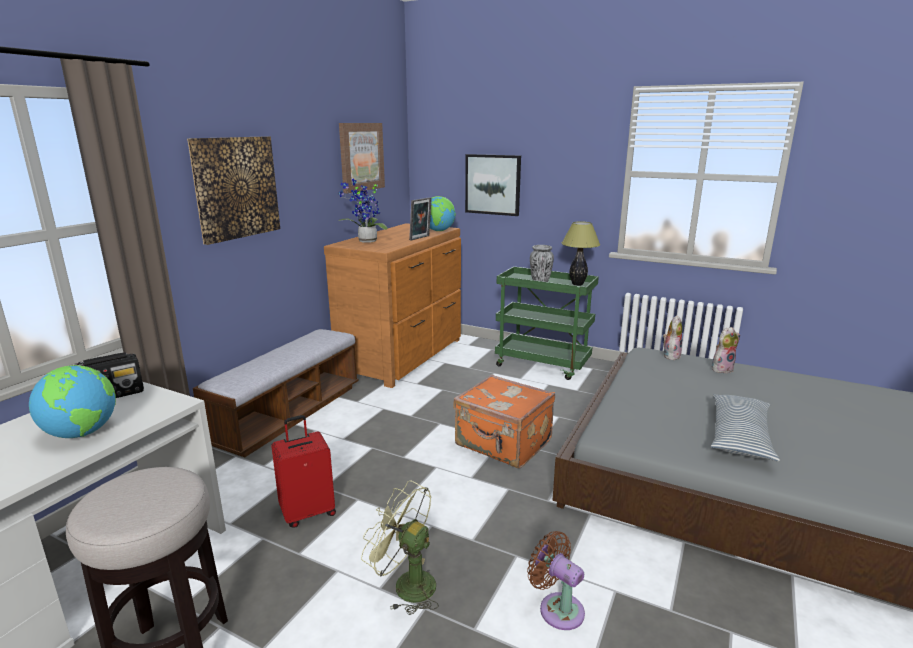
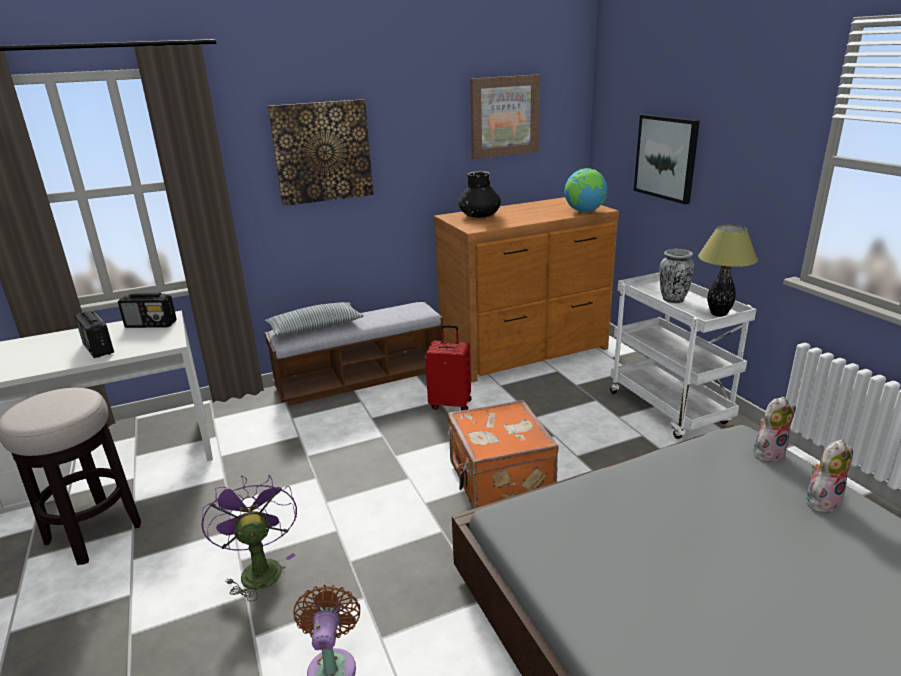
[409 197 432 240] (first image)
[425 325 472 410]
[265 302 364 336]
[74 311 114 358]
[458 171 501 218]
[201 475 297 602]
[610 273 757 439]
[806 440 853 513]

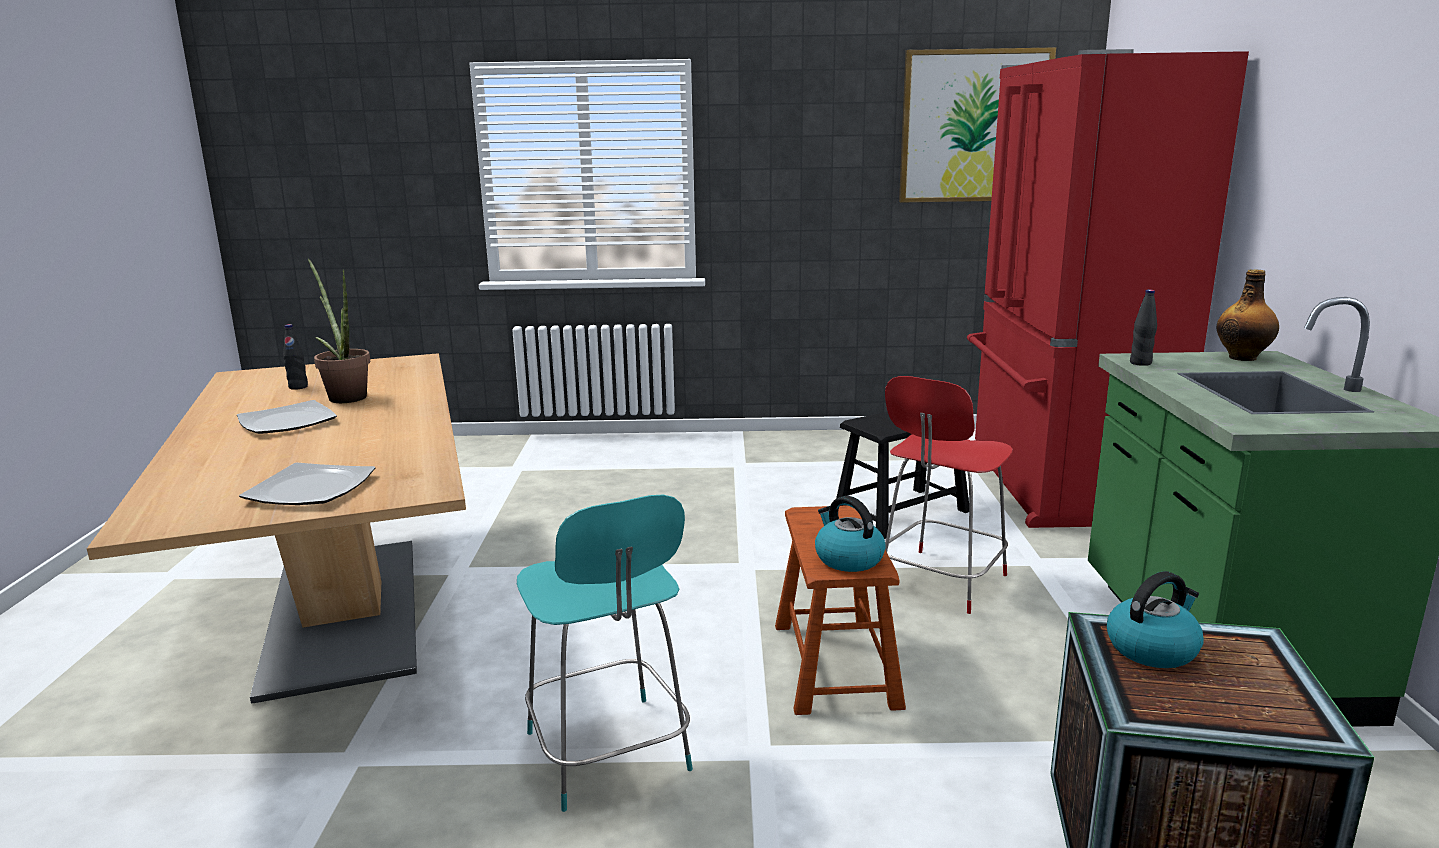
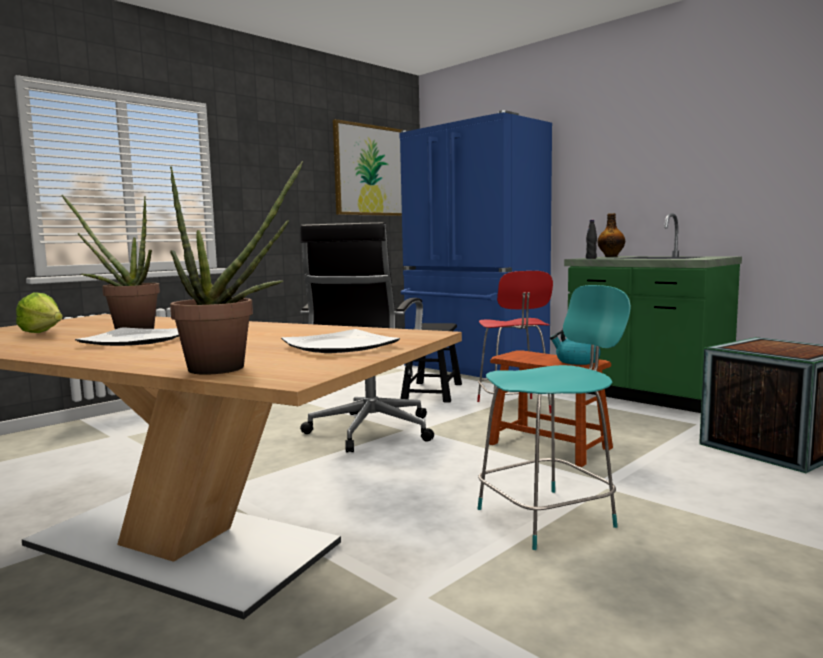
[1107 571 1204 668] (first image)
[170 161 303 375]
[300 222 434 453]
[16 292 63 333]
[399 110 552 378]
[478 285 631 550]

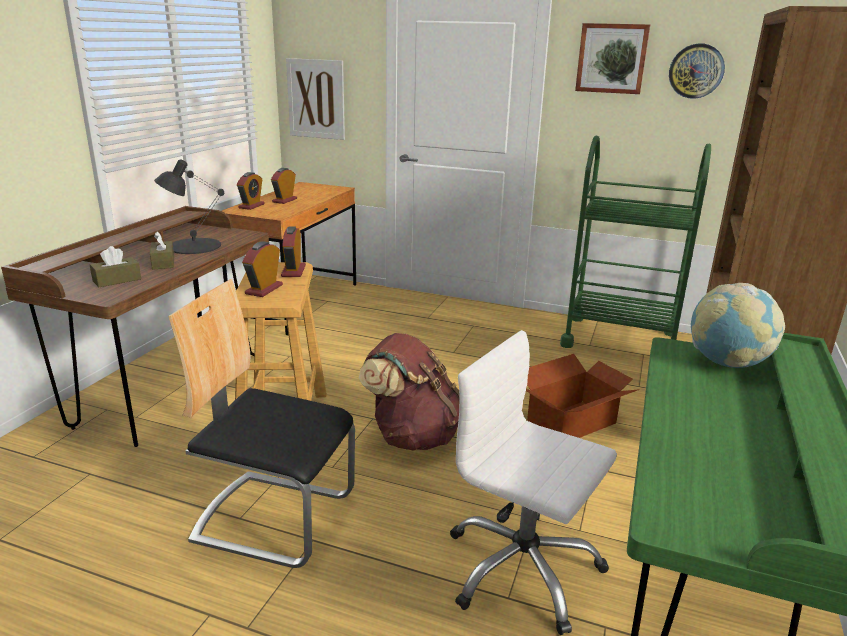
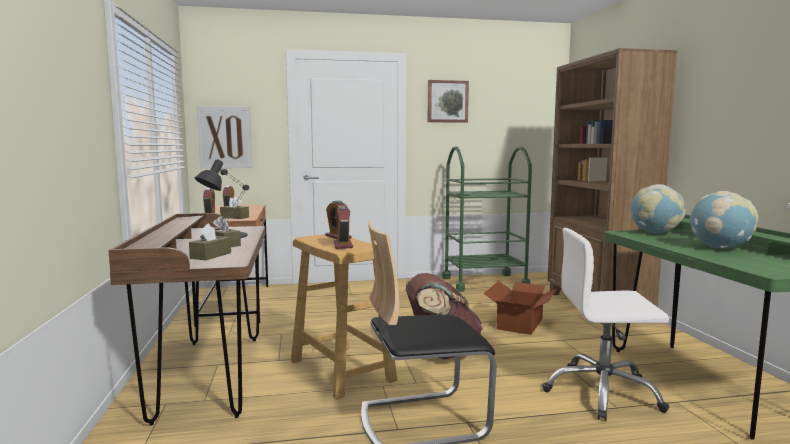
[669 43 725 99] (first image)
[220 196 249 219]
[690 191 759 249]

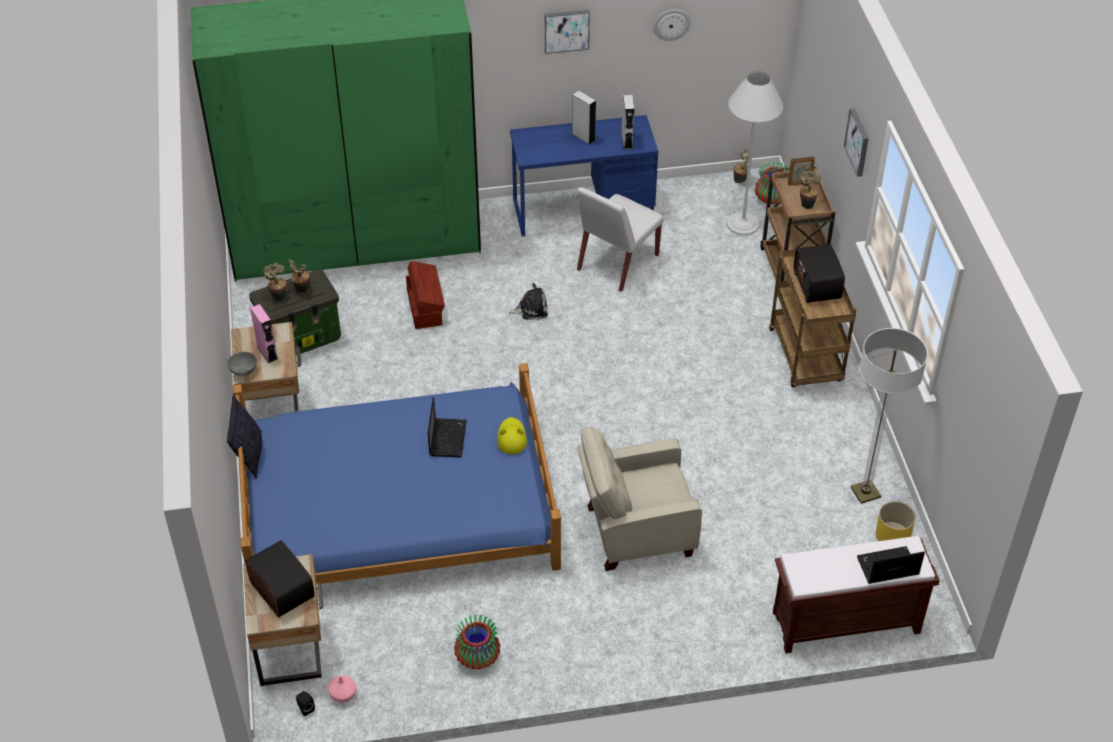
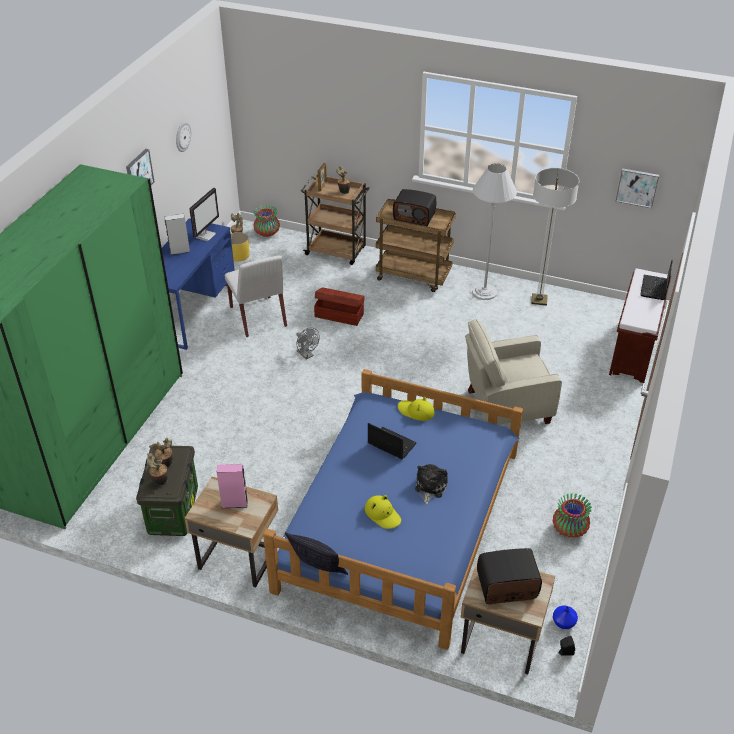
[227 352 257 376] (first image)
[296 328 320 360]
[365 495 401 529]
[314 287 365 326]
[415 464 448 505]
[472 163 517 300]
[616 168 659 208]
[231 232 249 261]
[189 188 219 241]
[553 605 578 629]
[465 319 562 425]

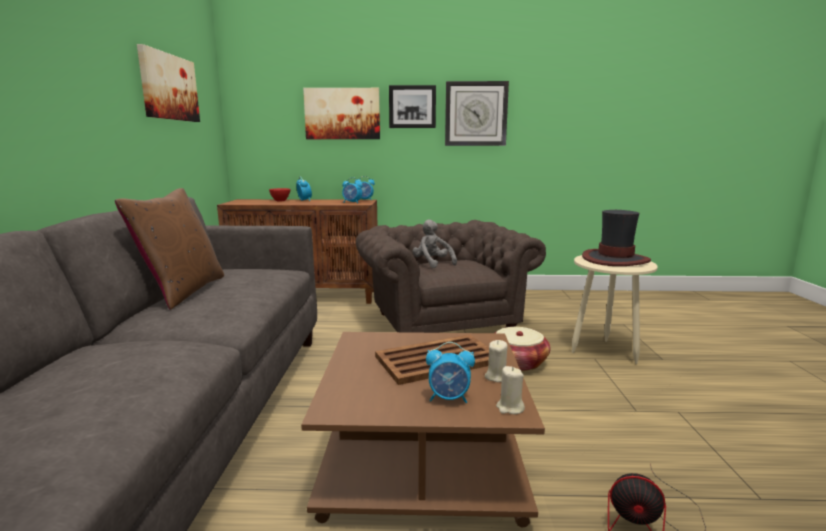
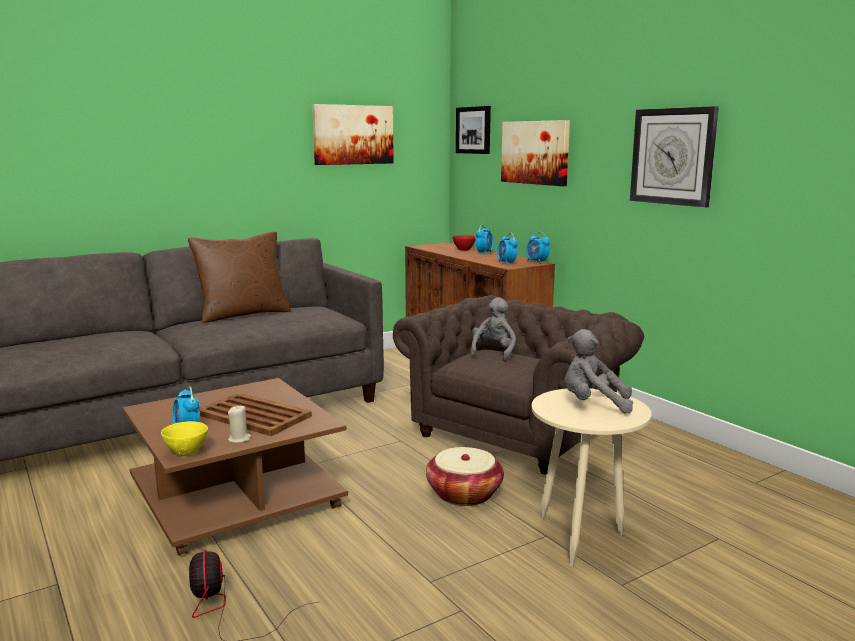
[456 106 491 154]
[161 421 208 456]
[565 329 633 414]

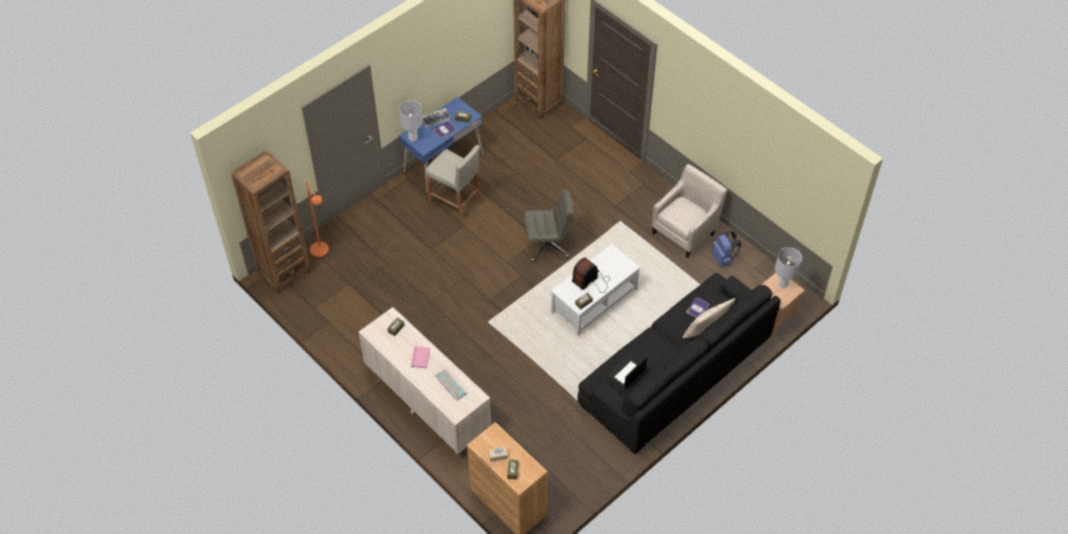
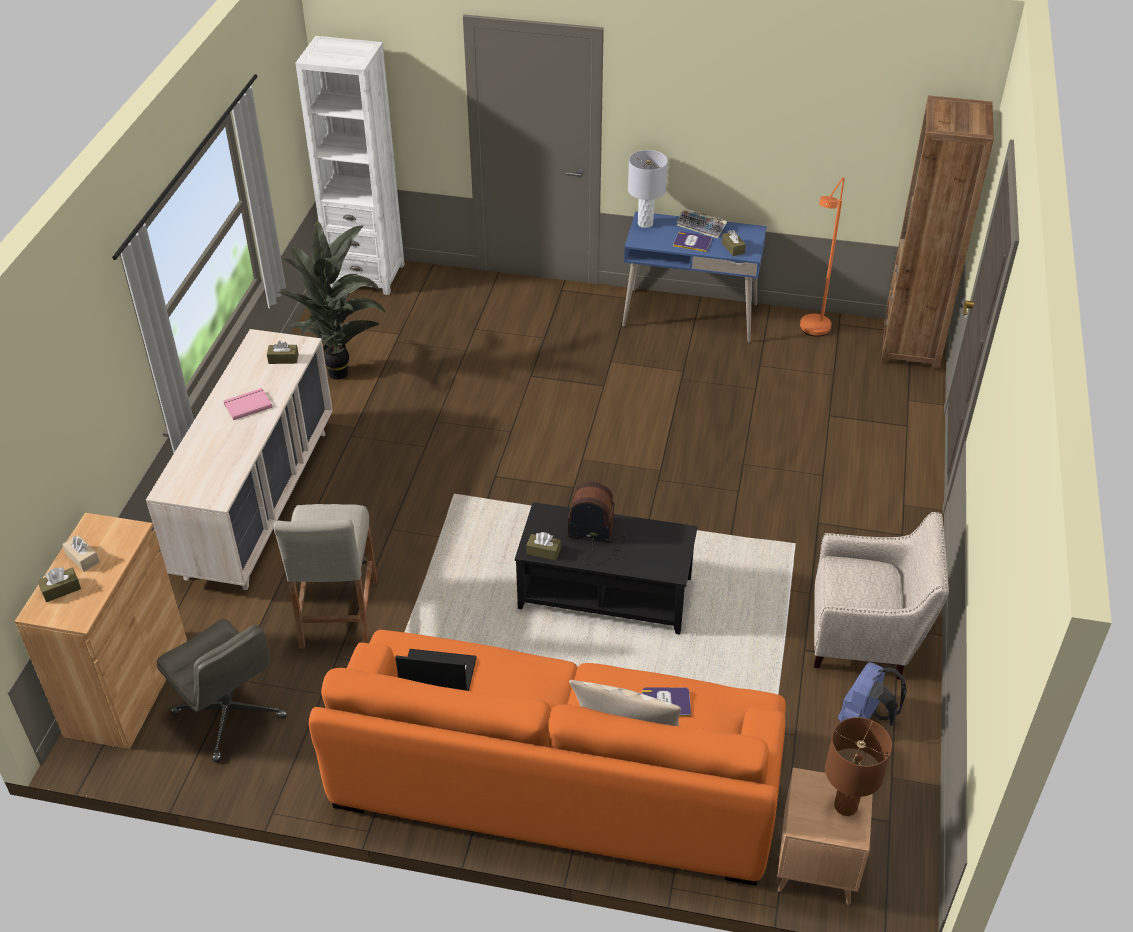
[435 368 467 401] (first image)
[278 220 387 380]
[800 177 845 337]
[274 504 377 649]
[157 619 287 762]
[295 36 405 295]
[515 502 698 635]
[309 630 786 886]
[825 717 892 816]

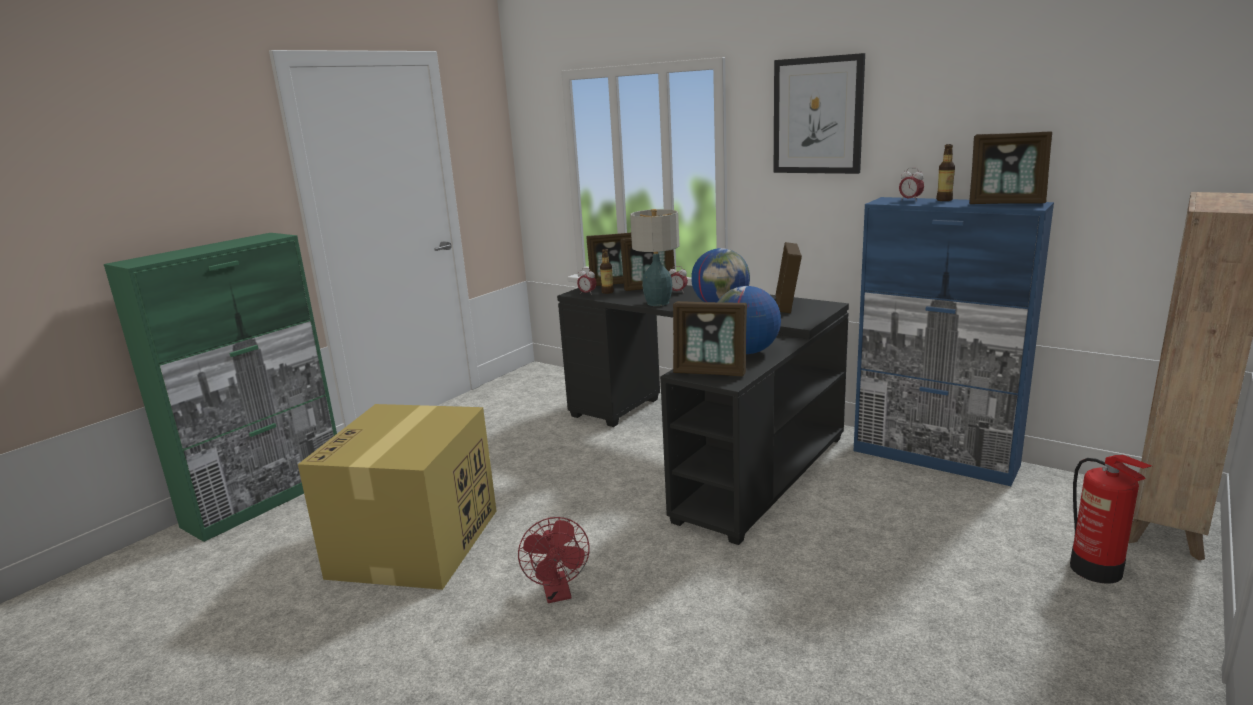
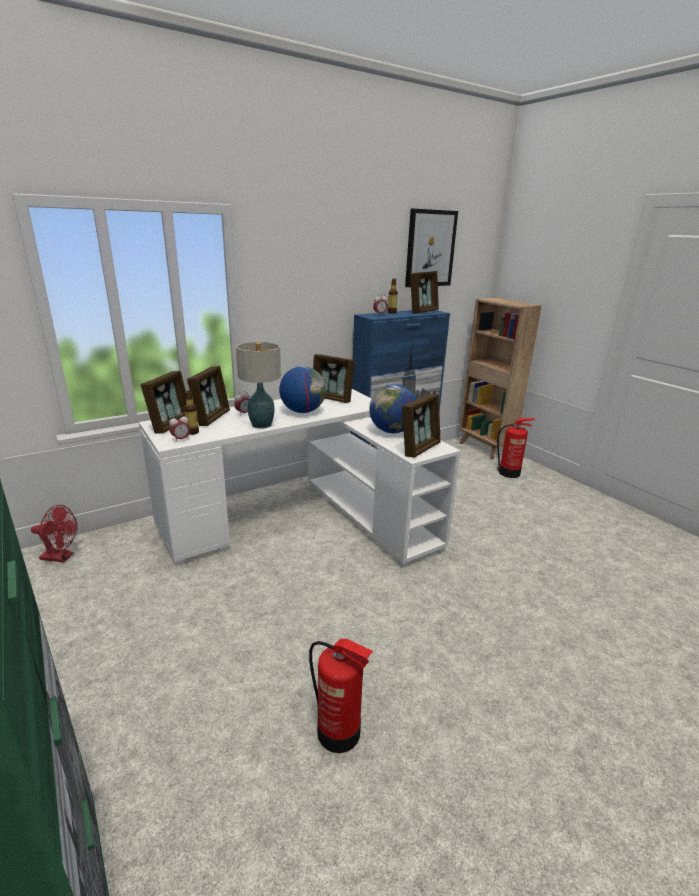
[31 505 77 563]
[405 209 458 287]
[309 639 373 753]
[139 389 461 568]

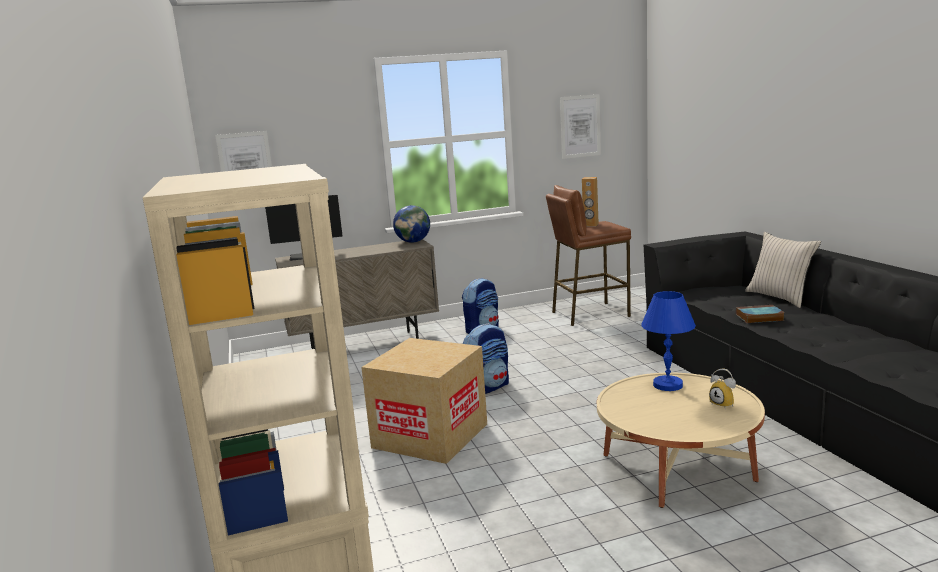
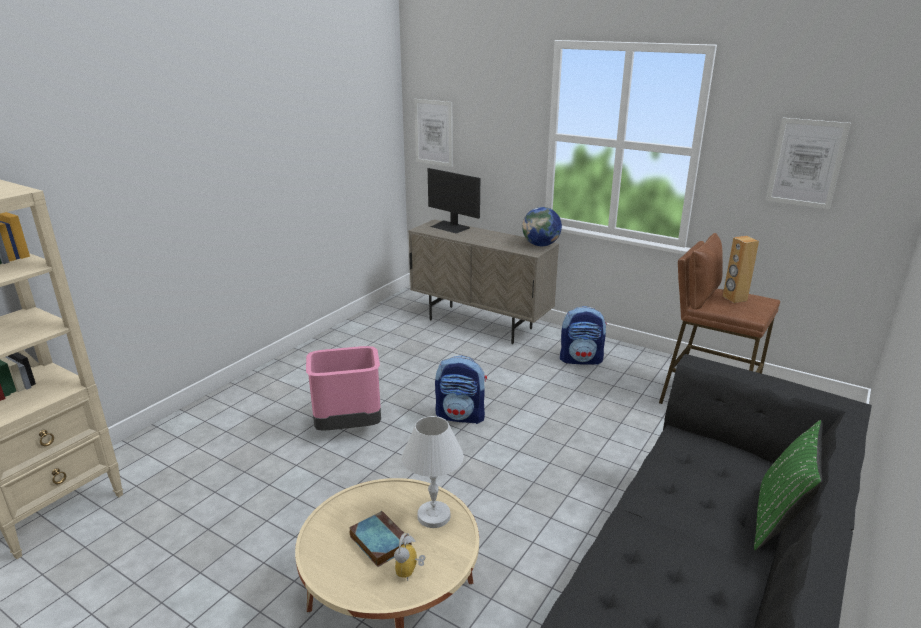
[349 511 411 567]
[306 346 381 431]
[402 416 464 528]
[754 420 823 551]

